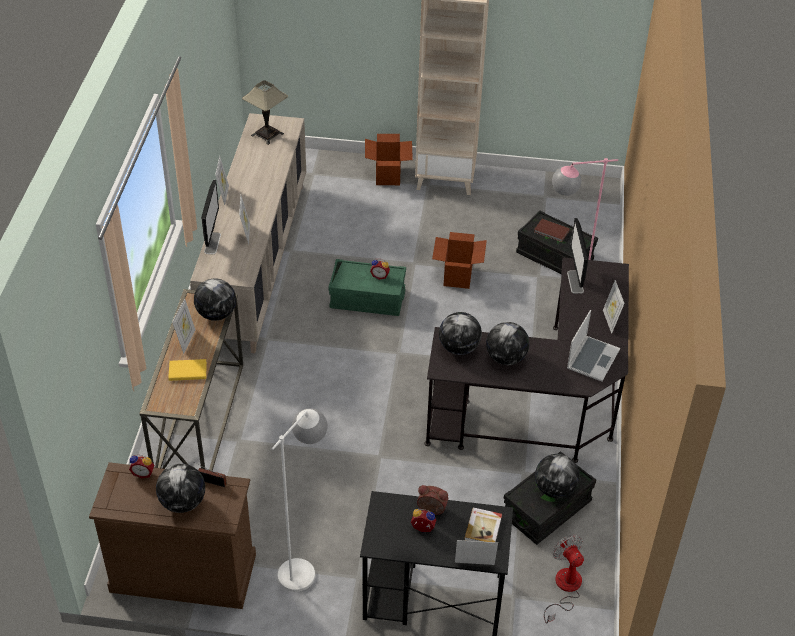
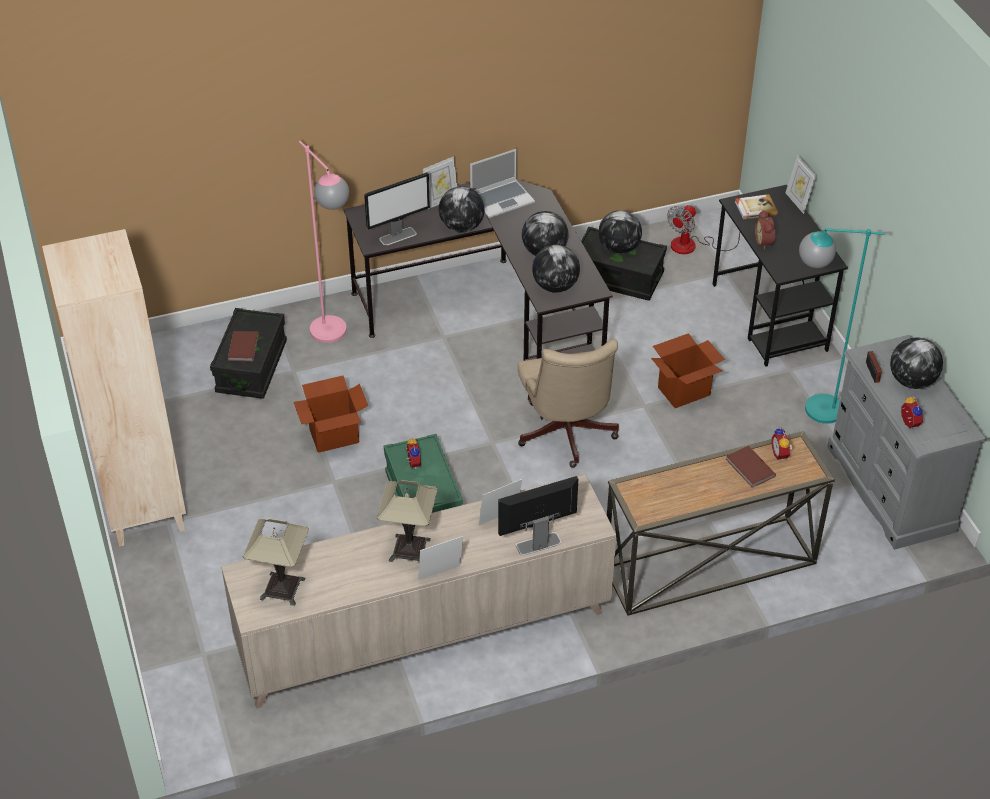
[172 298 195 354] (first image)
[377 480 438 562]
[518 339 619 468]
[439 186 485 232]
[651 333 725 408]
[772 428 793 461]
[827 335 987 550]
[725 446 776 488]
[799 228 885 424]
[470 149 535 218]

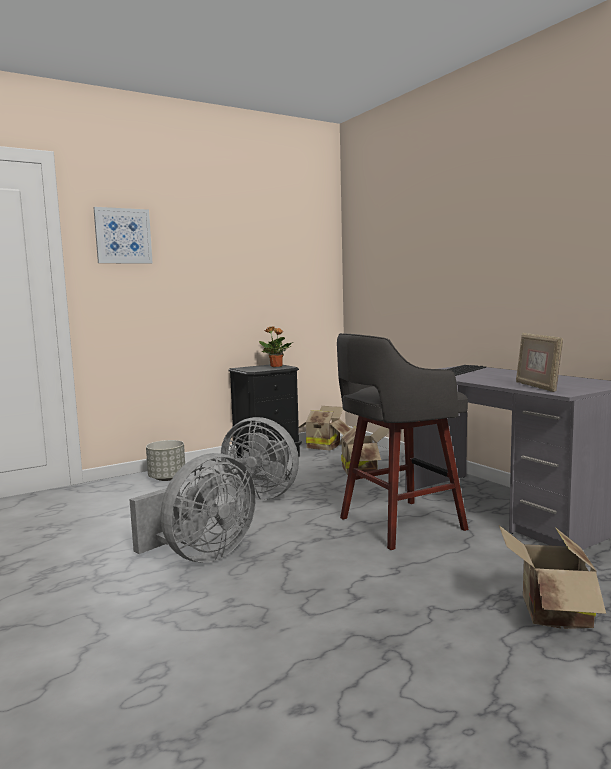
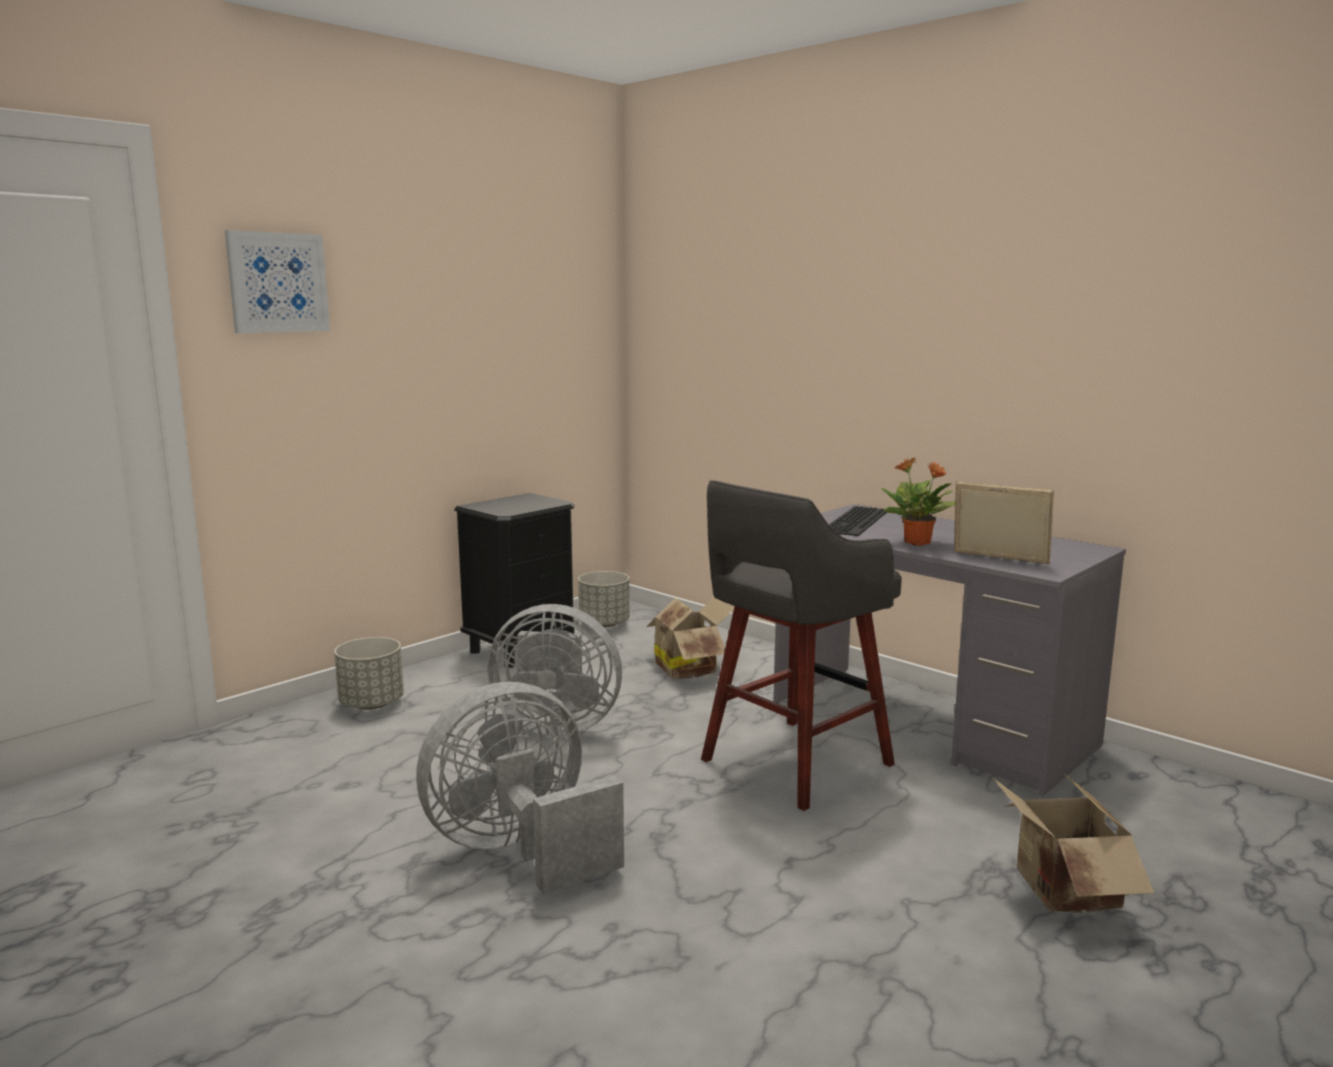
[880 457 955 546]
[578 571 630 628]
[416 682 624 894]
[954 481 1054 565]

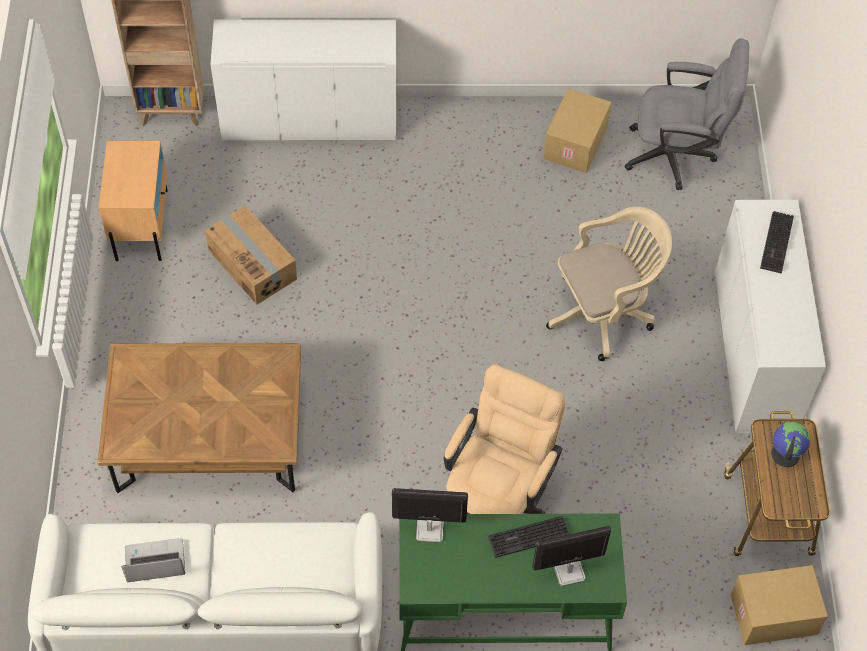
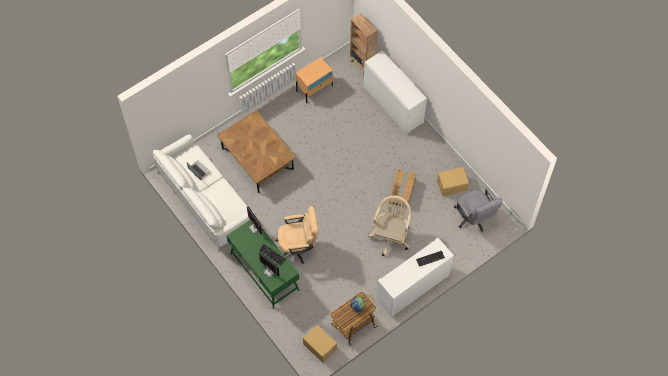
[390 169 416 207]
[368 196 411 256]

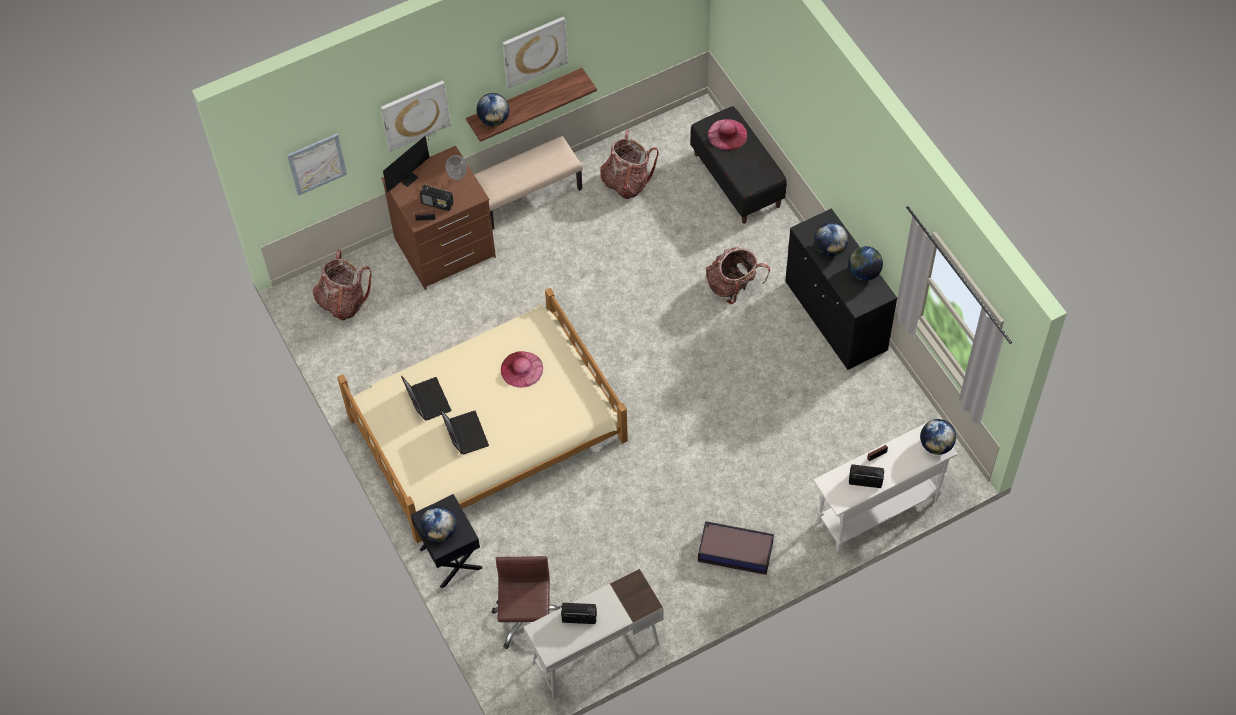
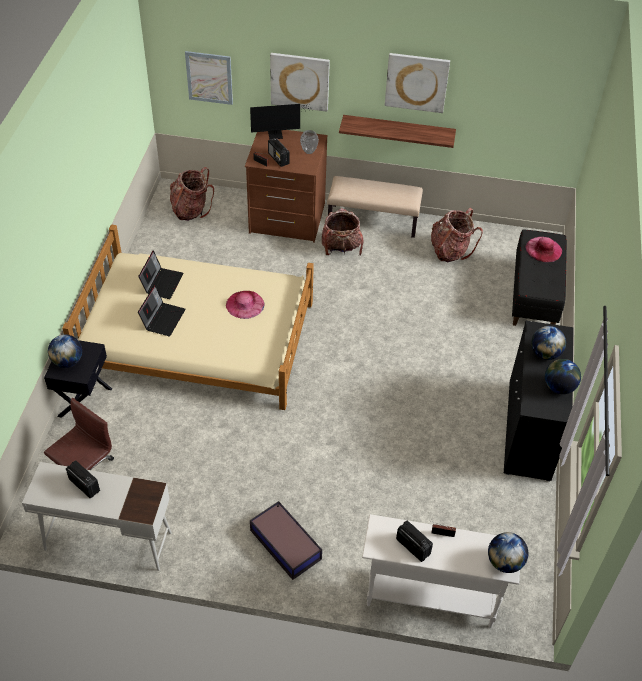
[476 93 509 126] (first image)
[322 208 363 256]

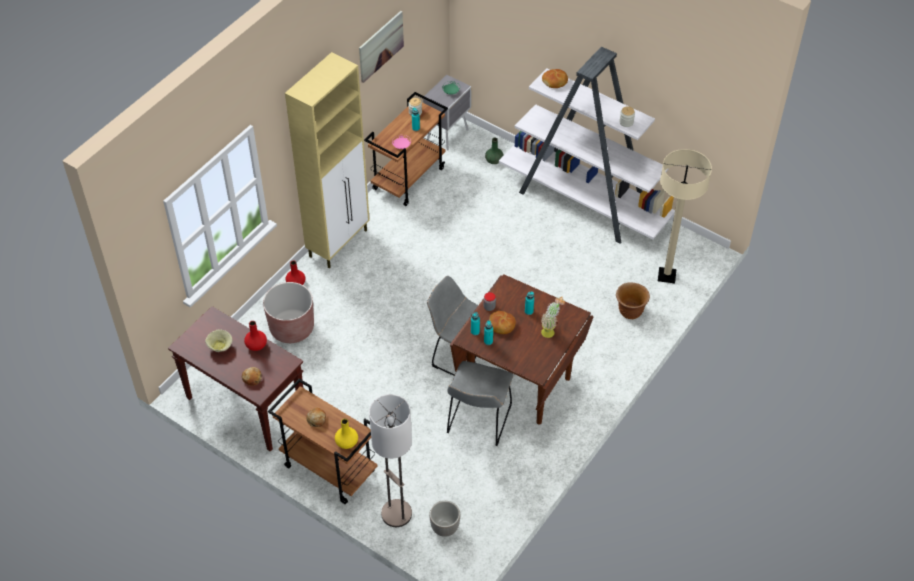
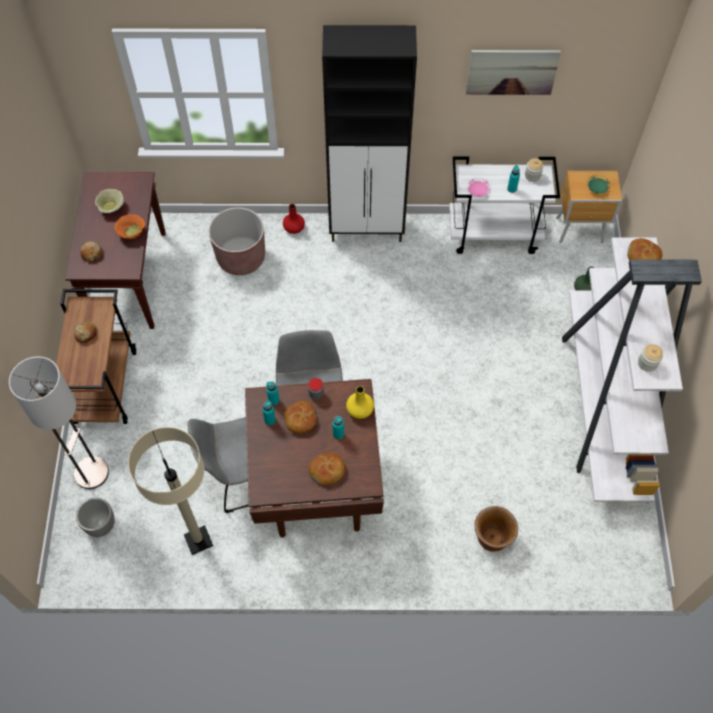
[346 386 374 419]
[128 427 213 555]
[114 214 145 239]
[308 452 345 485]
[322 25 417 242]
[449 156 560 254]
[556 171 622 243]

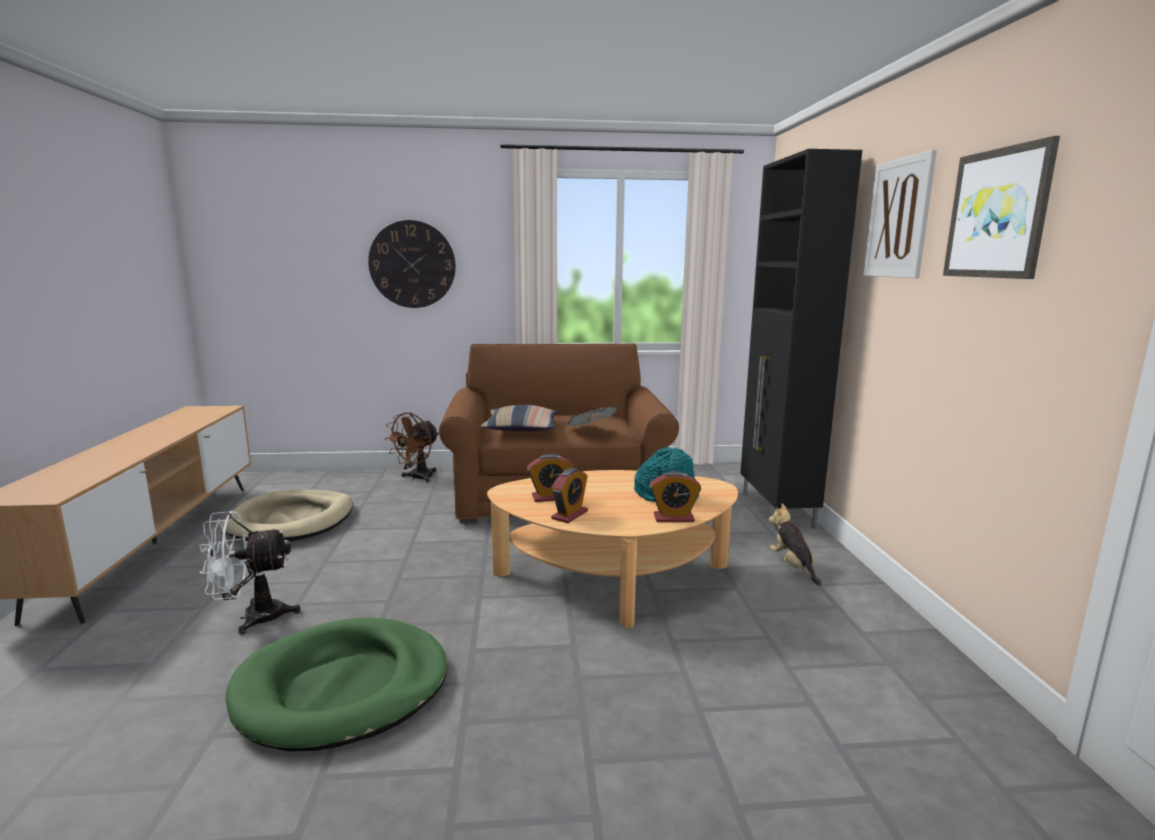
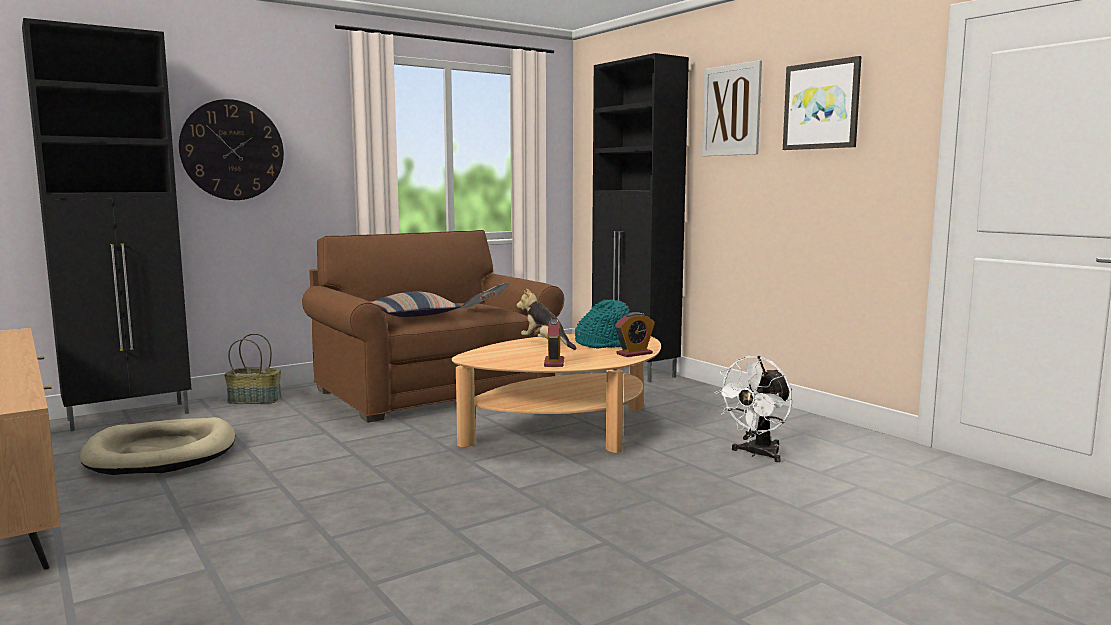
[226 617 447 751] (first image)
[527 454 574 502] (first image)
[22 18 192 431]
[714 356 792 462]
[517 289 576 350]
[224 333 282 404]

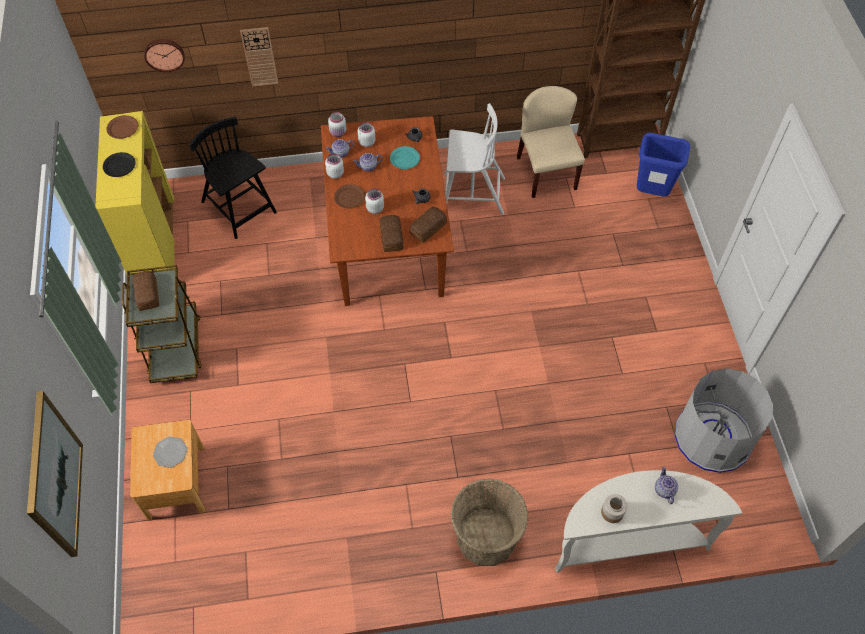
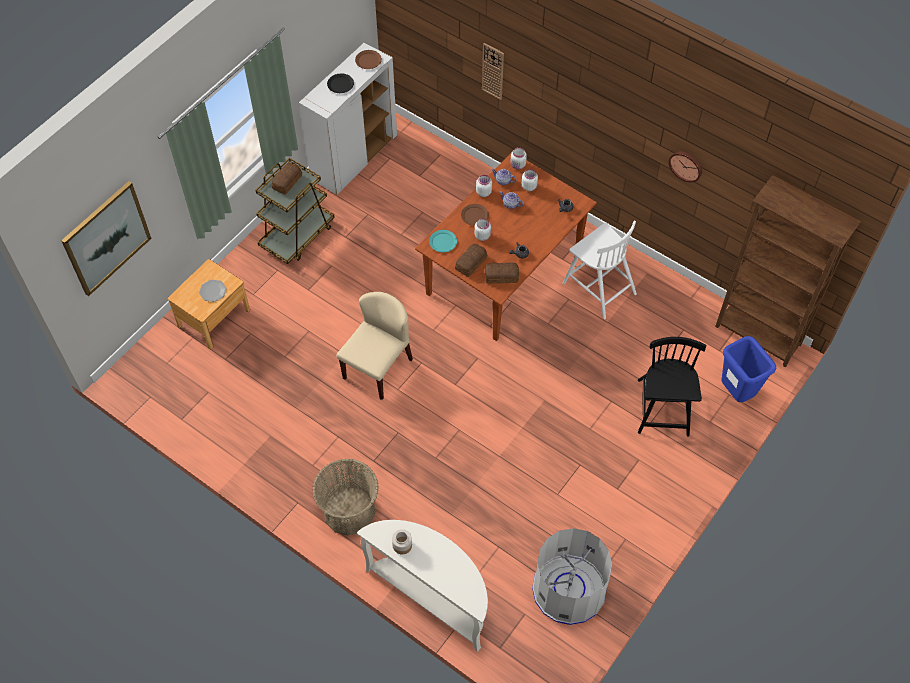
[655 466 678 504] (first image)
[669 151 702 183]
[638 337 706 437]
[429 230 457 252]
[336 292 413 400]
[299 43 397 195]

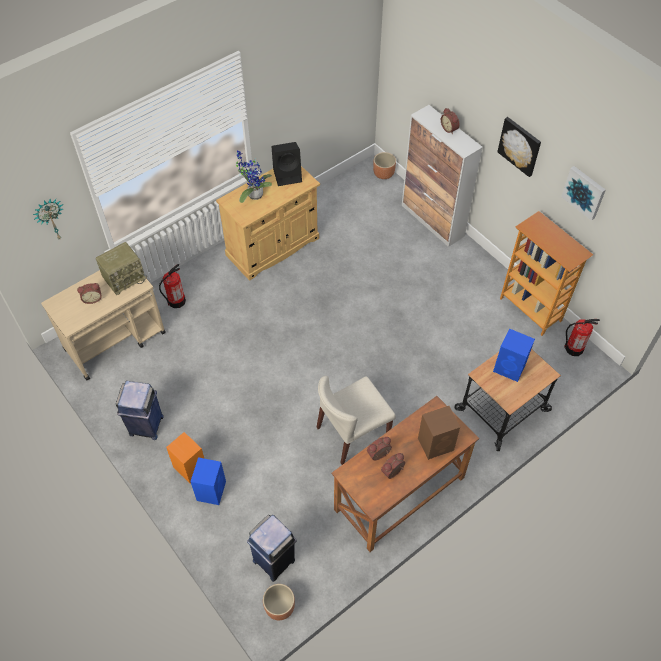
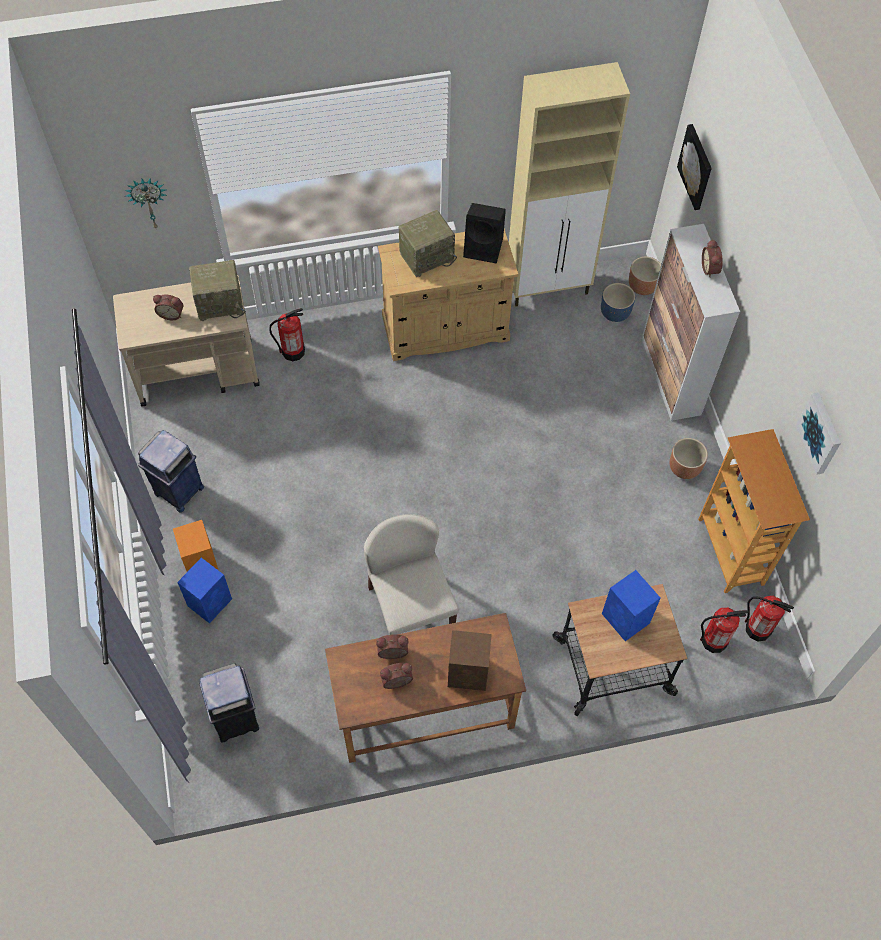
[509 62 630 306]
[601 283 635 322]
[700 608 749 653]
[670 438 708 479]
[677 124 712 210]
[399 210 457 277]
[364 514 459 635]

